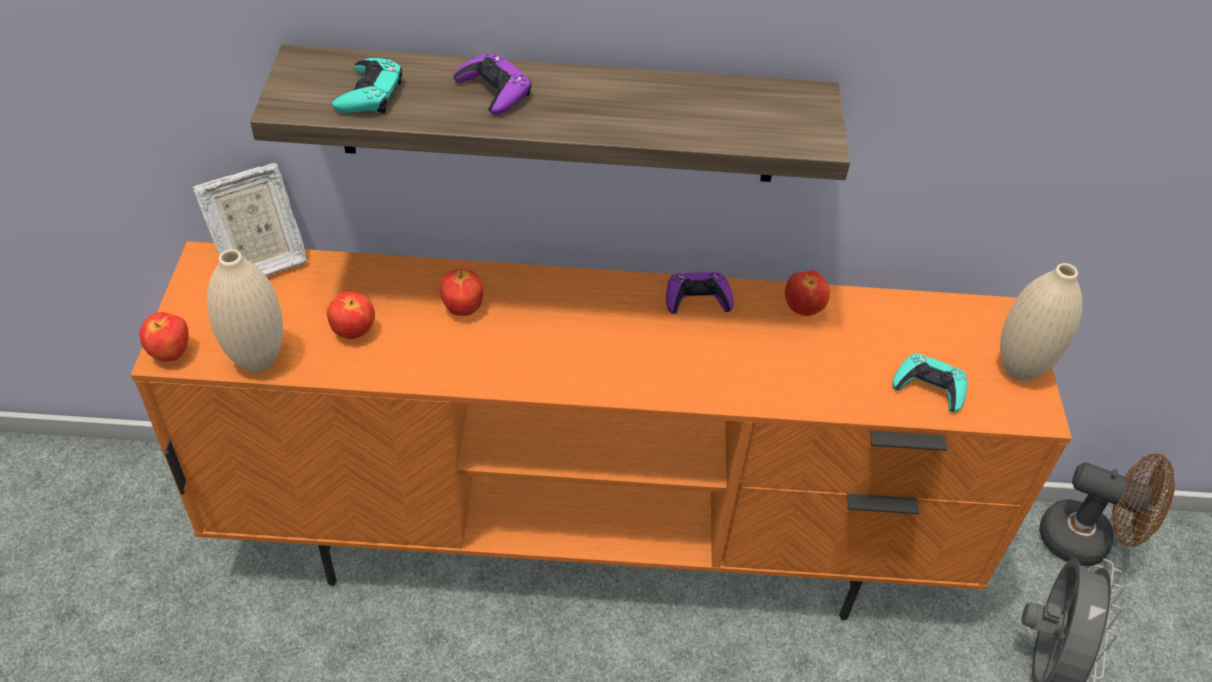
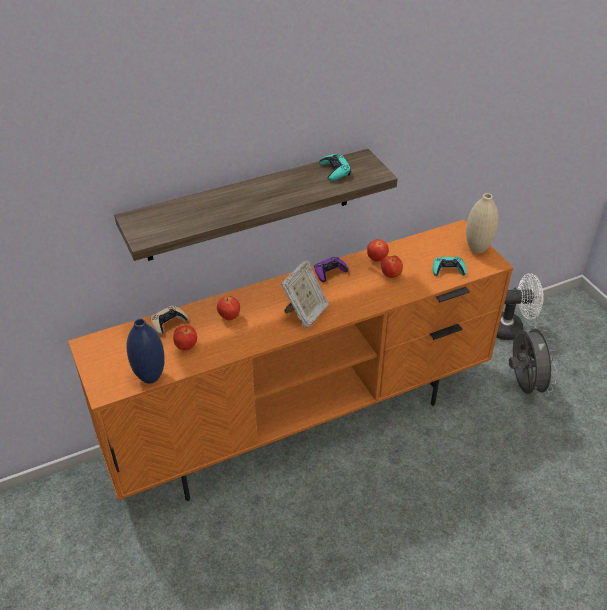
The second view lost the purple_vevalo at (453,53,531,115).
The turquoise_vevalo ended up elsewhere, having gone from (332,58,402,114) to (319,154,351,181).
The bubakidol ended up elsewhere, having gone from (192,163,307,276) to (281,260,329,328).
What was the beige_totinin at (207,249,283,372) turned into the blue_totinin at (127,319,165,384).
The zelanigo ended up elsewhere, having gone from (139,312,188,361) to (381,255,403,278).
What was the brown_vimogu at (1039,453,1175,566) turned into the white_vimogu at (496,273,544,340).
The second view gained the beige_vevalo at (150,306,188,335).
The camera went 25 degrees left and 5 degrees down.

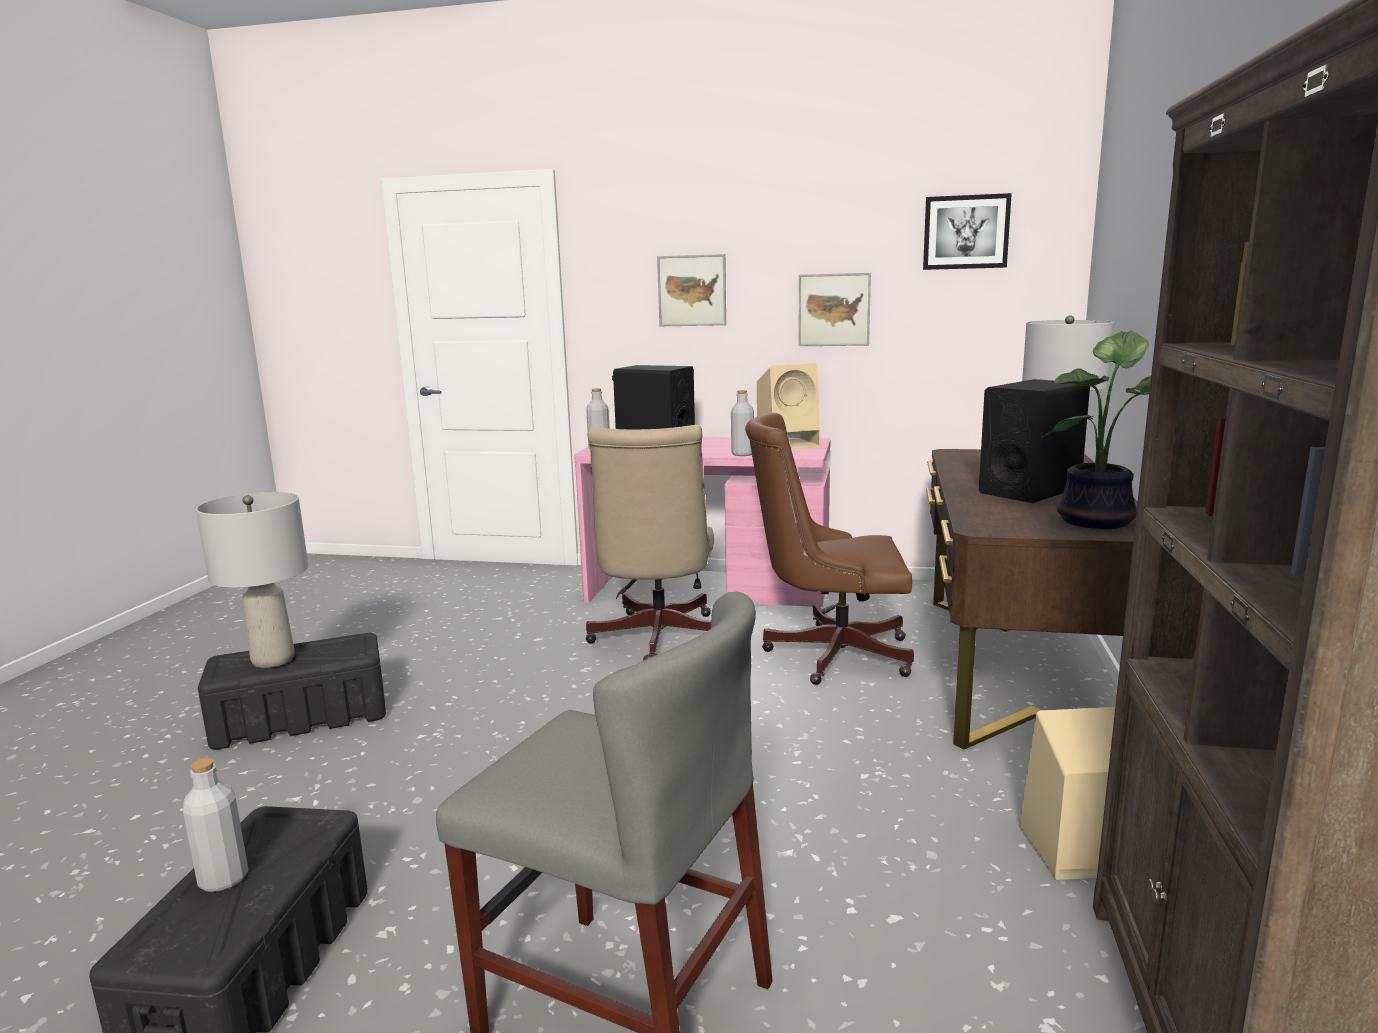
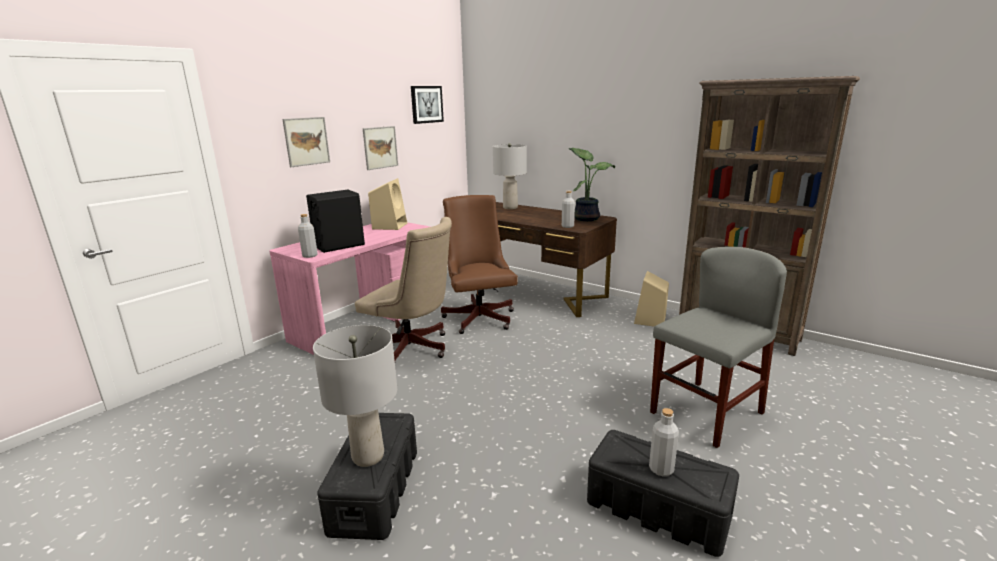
The second view lost the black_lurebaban at (979,379,1090,503).
The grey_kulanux ended up elsewhere, having gone from (731,390,754,456) to (562,191,575,228).
The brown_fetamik at (745,413,914,685) ended up facing another way, 135 degrees clockwise from before.
The camera went 65 degrees left and 5 degrees up.

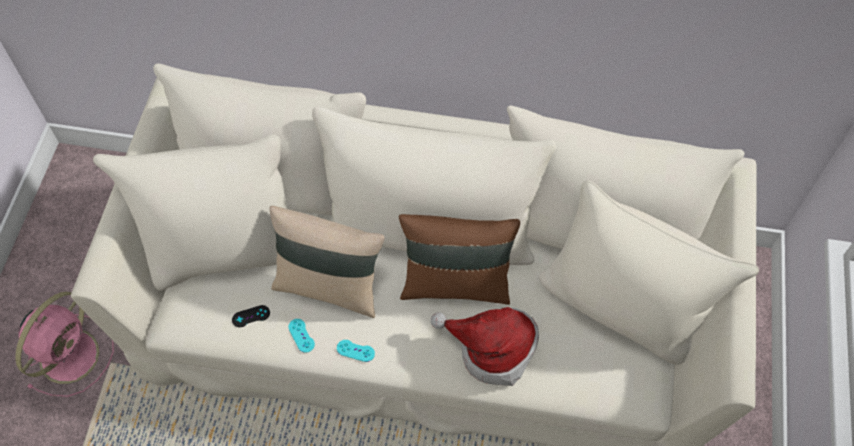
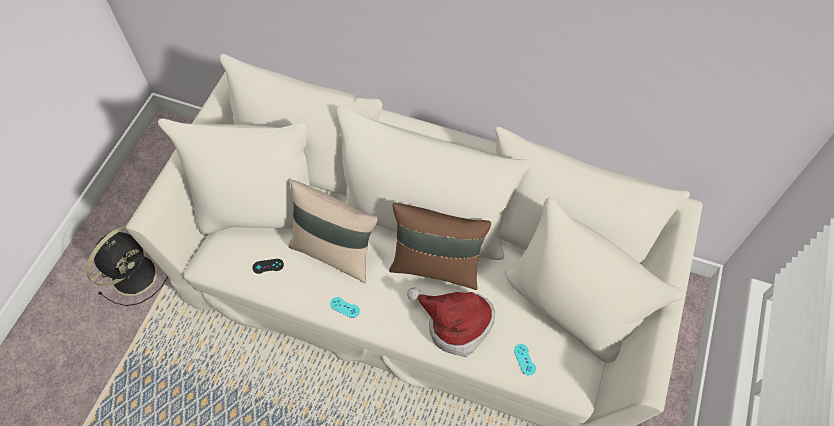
What was the pink_vimogu at (15,292,114,397) turned into the black_vimogu at (86,225,168,306).
The turquoise_vevalo ended up elsewhere, having gone from (288,319,315,353) to (514,344,536,376).
The camera went 10 degrees right and 0 degrees up.

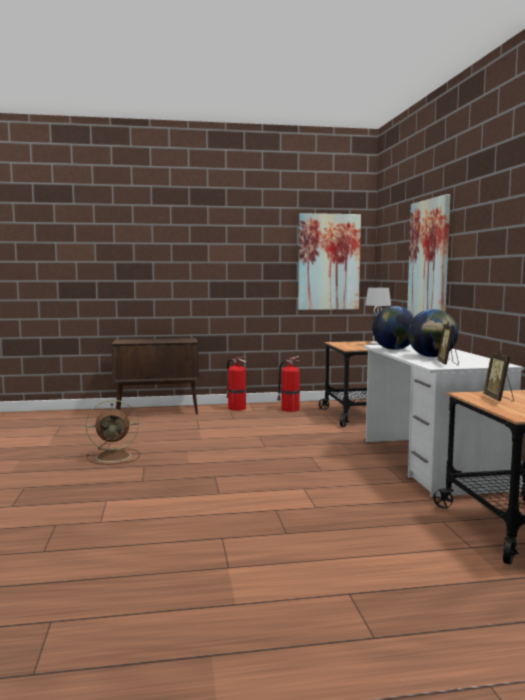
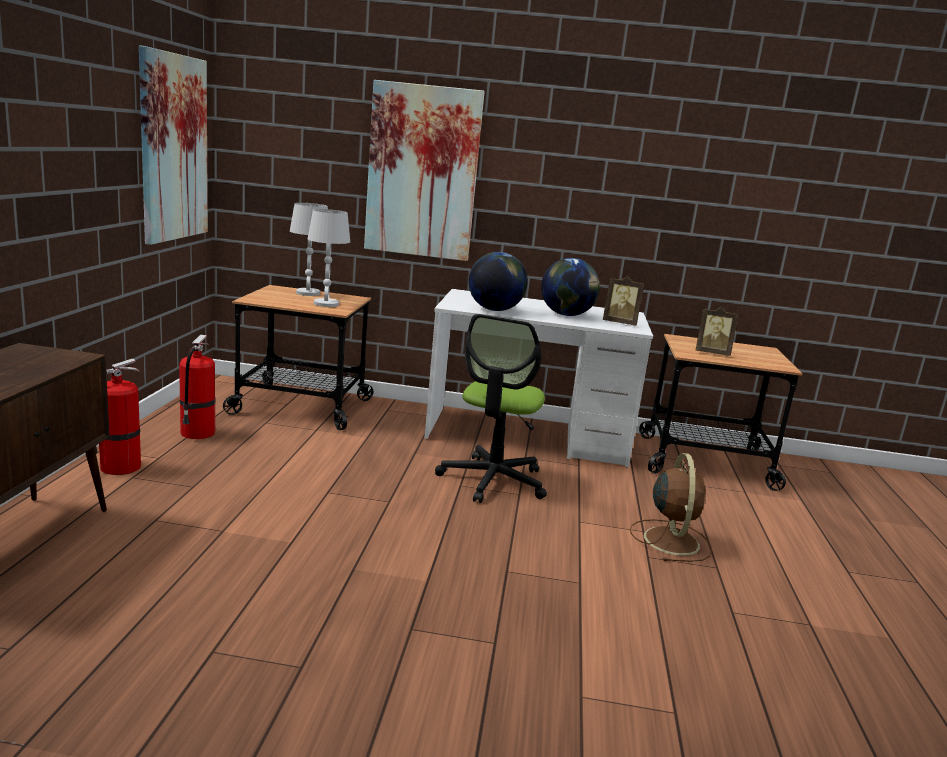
The brown_vimogu ended up elsewhere, having gone from (86,400,140,465) to (630,453,712,562).
The second view gained the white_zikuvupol at (308,209,350,307).
The second view gained the fetamik at (435,314,547,503).
The camera went 75 degrees left and 10 degrees up.

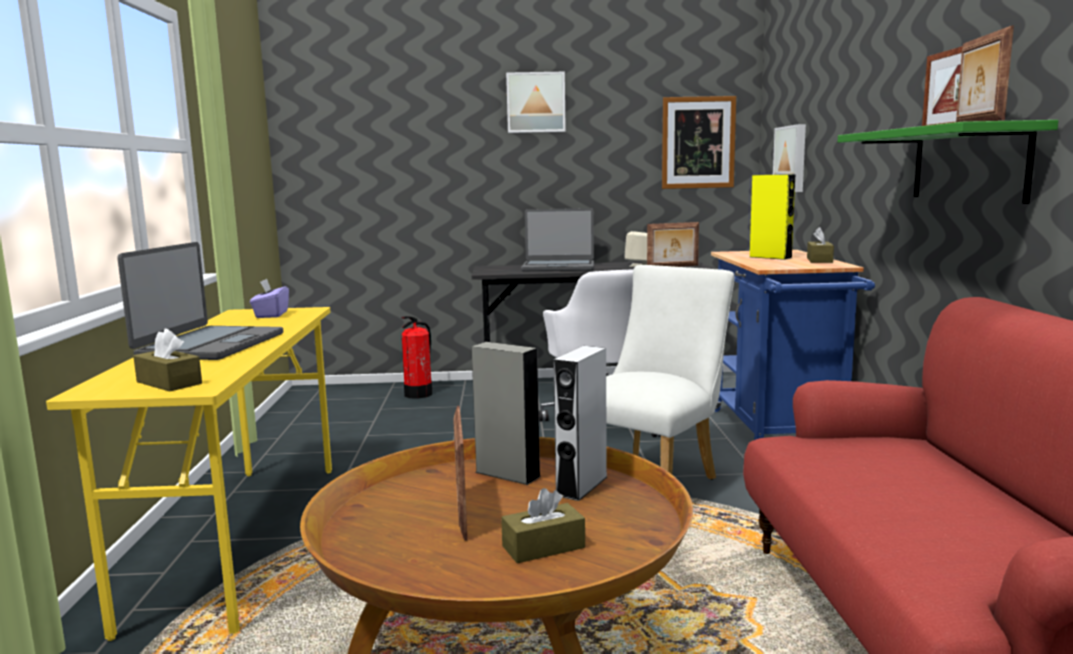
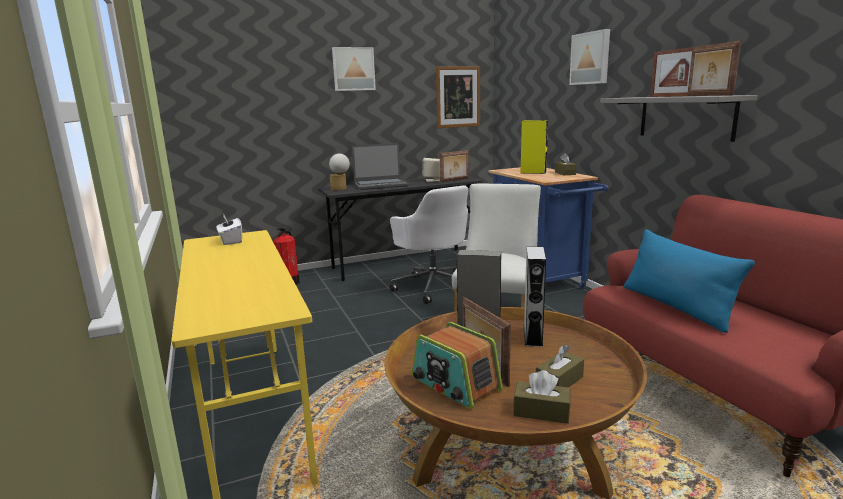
What was the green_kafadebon at (838,120,1058,204) turned into the grey_kafadebon at (600,95,758,142).
The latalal ended up elsewhere, having gone from (773,124,806,192) to (569,29,610,85).
The second view lost the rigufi at (117,242,283,360).
What was the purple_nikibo at (250,279,289,318) turned into the white_nikibo at (216,213,242,245).
The brown_nikibo ended up elsewhere, having gone from (133,329,202,392) to (513,370,571,424).
The second view gained the zikuvupol at (329,154,350,190).
The second view gained the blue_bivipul at (624,229,755,333).
The second view gained the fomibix at (412,322,503,409).
The camera went 20 degrees left and 5 degrees up.

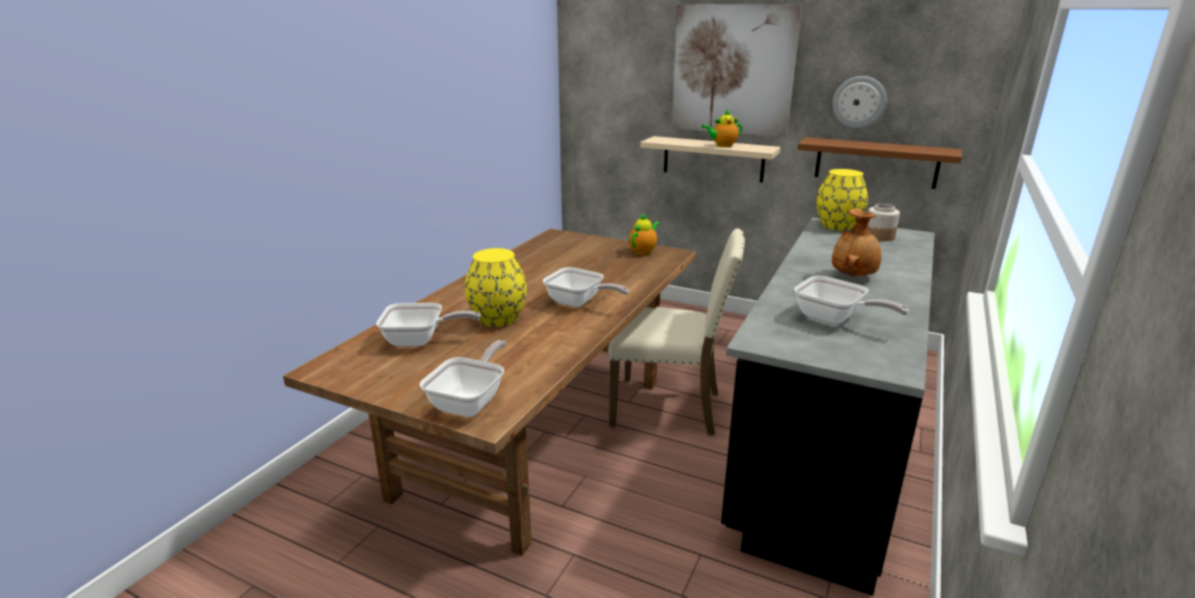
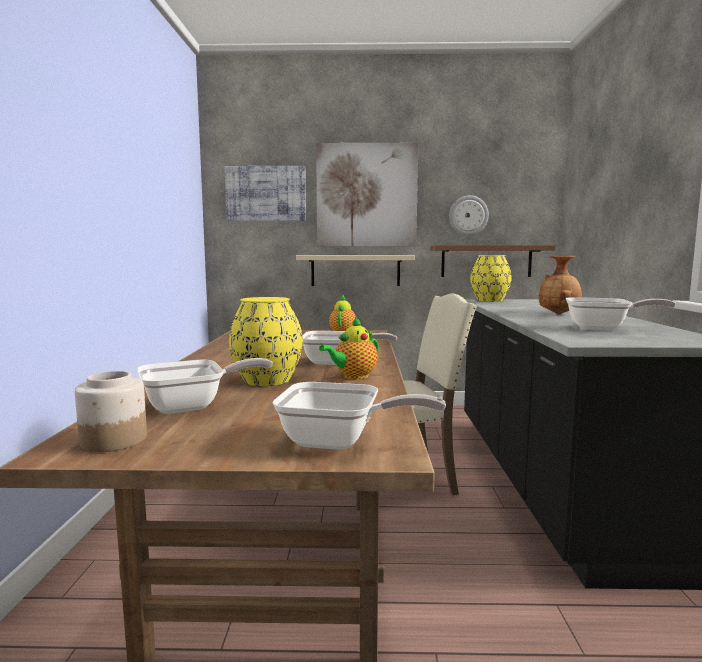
The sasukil ended up elsewhere, having gone from (701,110,742,147) to (319,317,379,379).
The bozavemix ended up elsewhere, having gone from (868,204,900,241) to (75,371,147,452).
The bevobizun at (420,340,506,417) ended up facing another way, 105 degrees clockwise from before.
The second view gained the latalal at (225,166,306,221).
The camera went 25 degrees left and 15 degrees down.

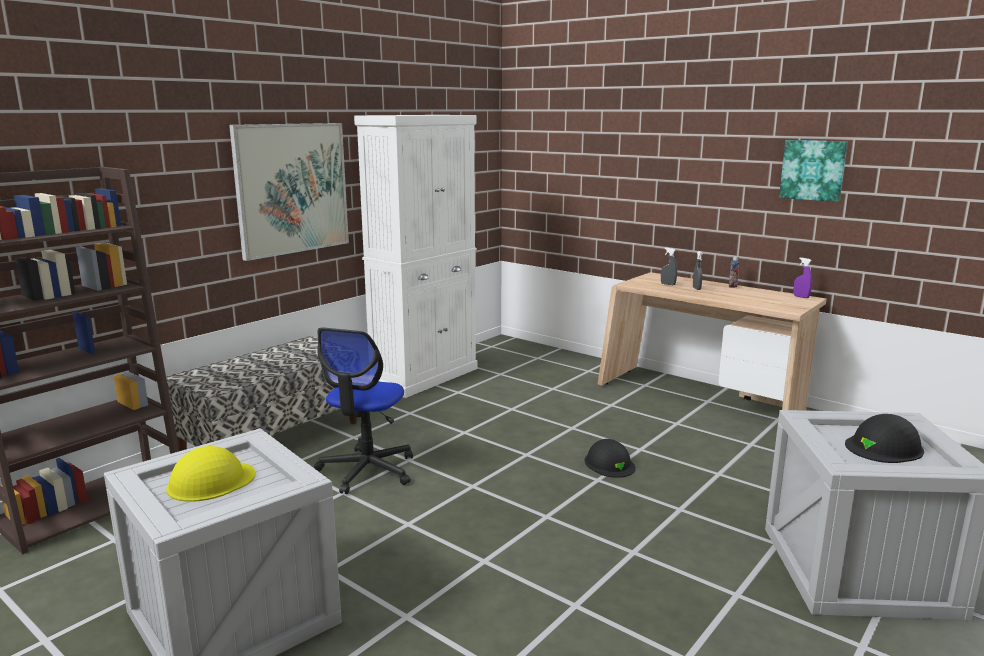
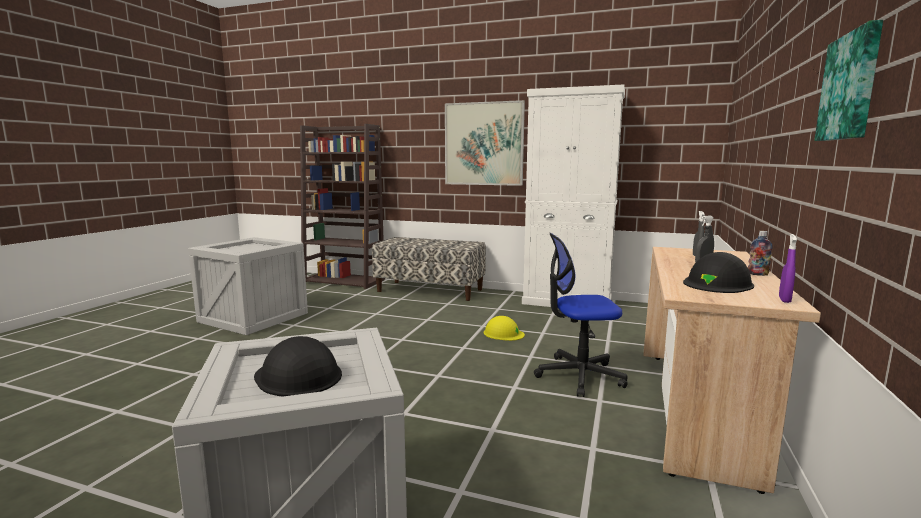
The fetamik ended up elsewhere, having gone from (314,327,413,494) to (534,233,628,397).
The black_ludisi ended up elsewhere, having gone from (585,439,636,478) to (683,252,754,293).
The yellow_ludisi ended up elsewhere, having gone from (166,446,256,502) to (484,316,525,341).
The camera went 70 degrees right and 5 degrees down.

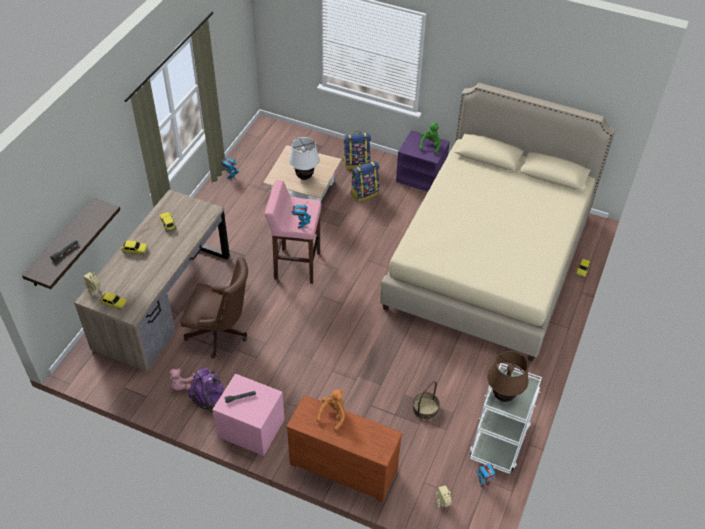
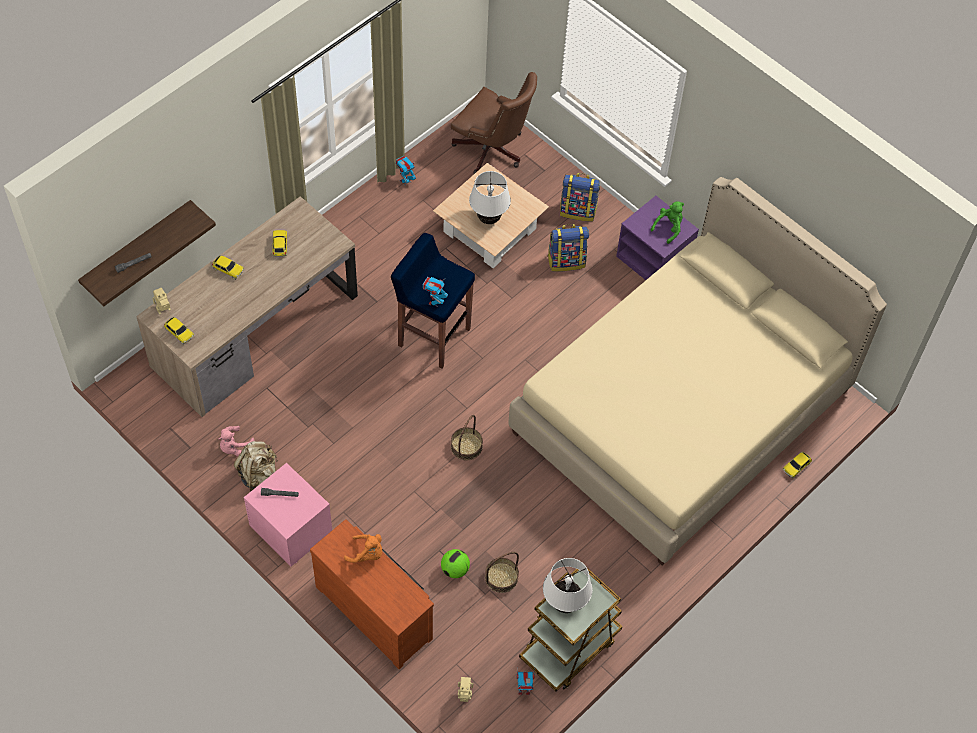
What was the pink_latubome at (265,180,321,284) turned into the blue_latubome at (391,233,475,368).
The brown_fetamik ended up elsewhere, having gone from (180,257,248,358) to (451,72,537,174).
What was the brown_zikuvupol at (487,351,528,402) turned into the white_zikuvupol at (543,558,592,613).
What was the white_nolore at (470,363,542,474) turned into the brown_nolore at (519,568,622,692).
What was the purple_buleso at (188,368,225,412) turned into the beige_buleso at (234,441,277,492).
The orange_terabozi at (316,389,345,431) ended up facing another way, 60 degrees clockwise from before.
The second view gained the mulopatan at (451,415,483,460).
The second view gained the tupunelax at (441,549,470,578).
The camera went 20 degrees right and 10 degrees up.

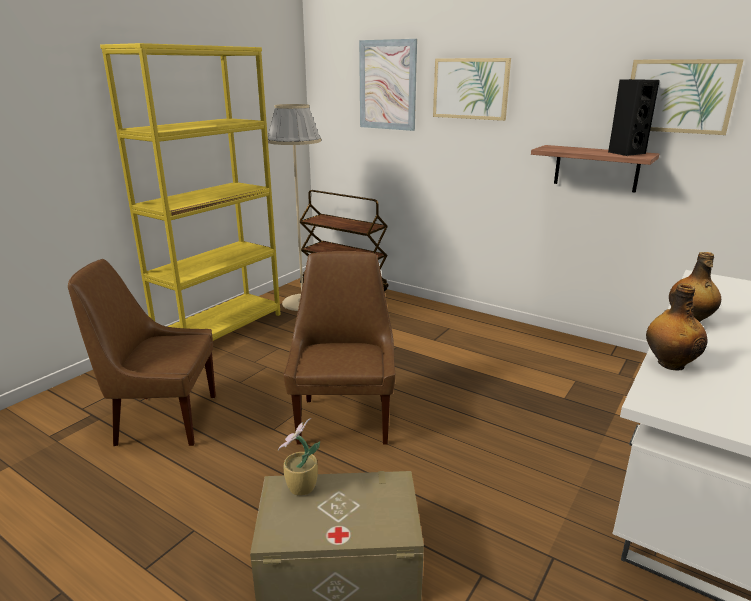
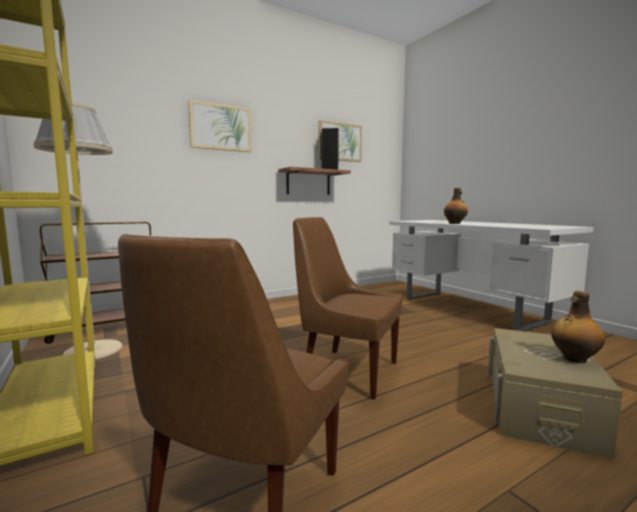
The second view lost the latalal at (359,39,417,131).
The kulanux ended up elsewhere, having gone from (646,284,707,371) to (551,291,605,363).
The second view lost the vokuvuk at (278,418,320,496).
The camera went 65 degrees left and 15 degrees down.

